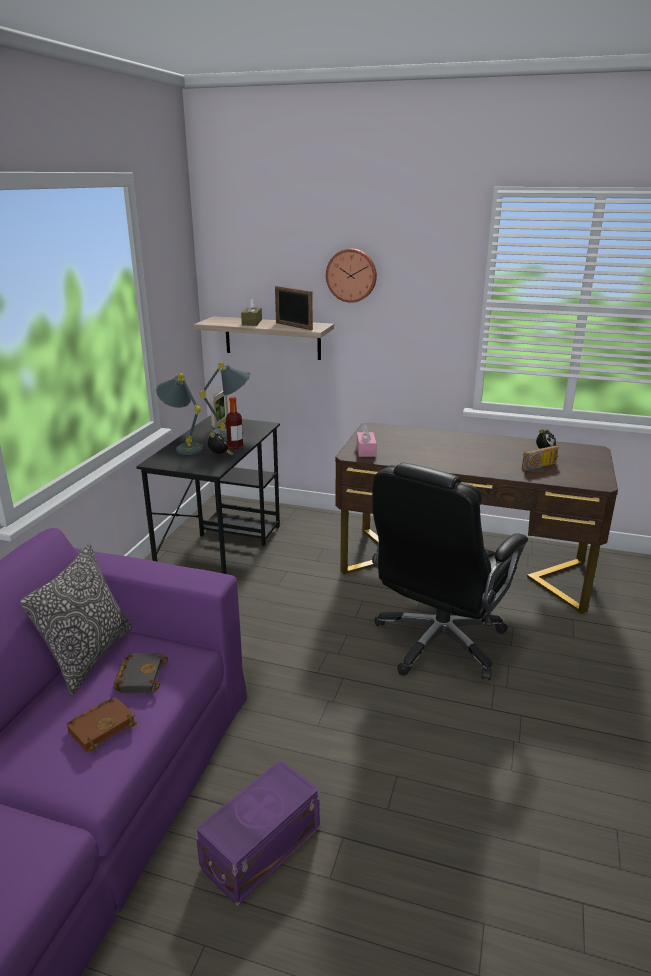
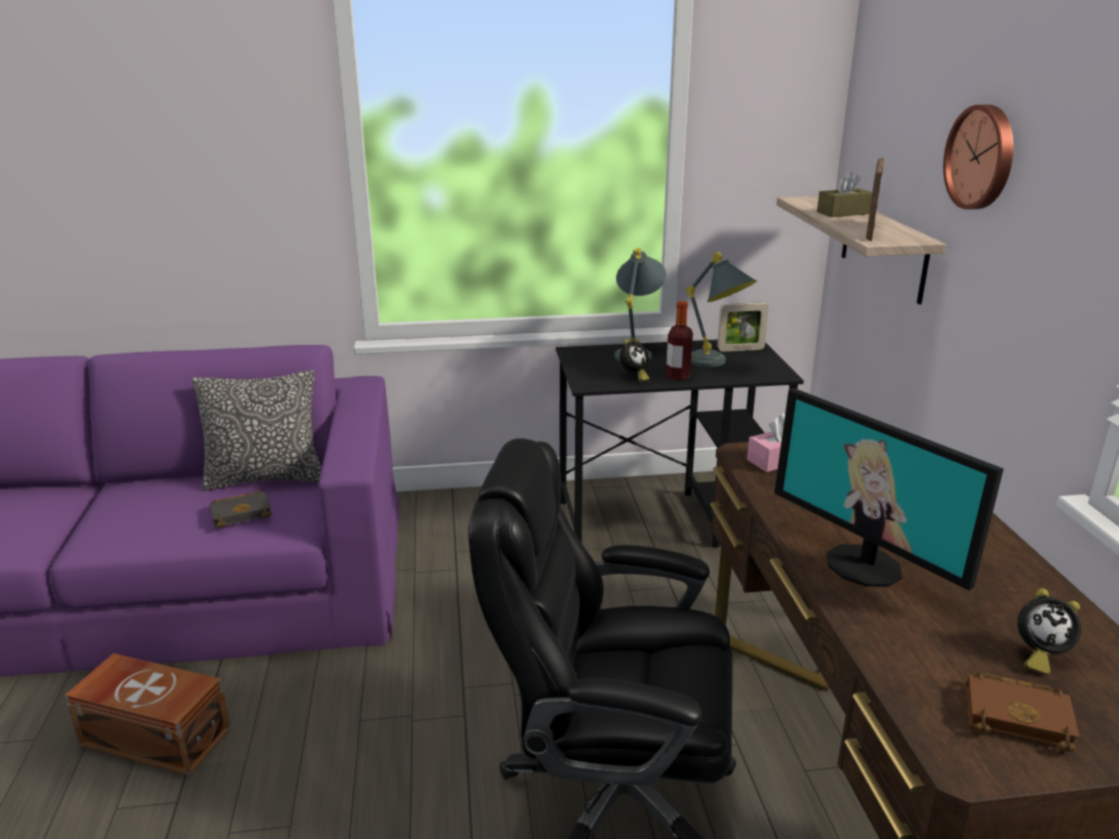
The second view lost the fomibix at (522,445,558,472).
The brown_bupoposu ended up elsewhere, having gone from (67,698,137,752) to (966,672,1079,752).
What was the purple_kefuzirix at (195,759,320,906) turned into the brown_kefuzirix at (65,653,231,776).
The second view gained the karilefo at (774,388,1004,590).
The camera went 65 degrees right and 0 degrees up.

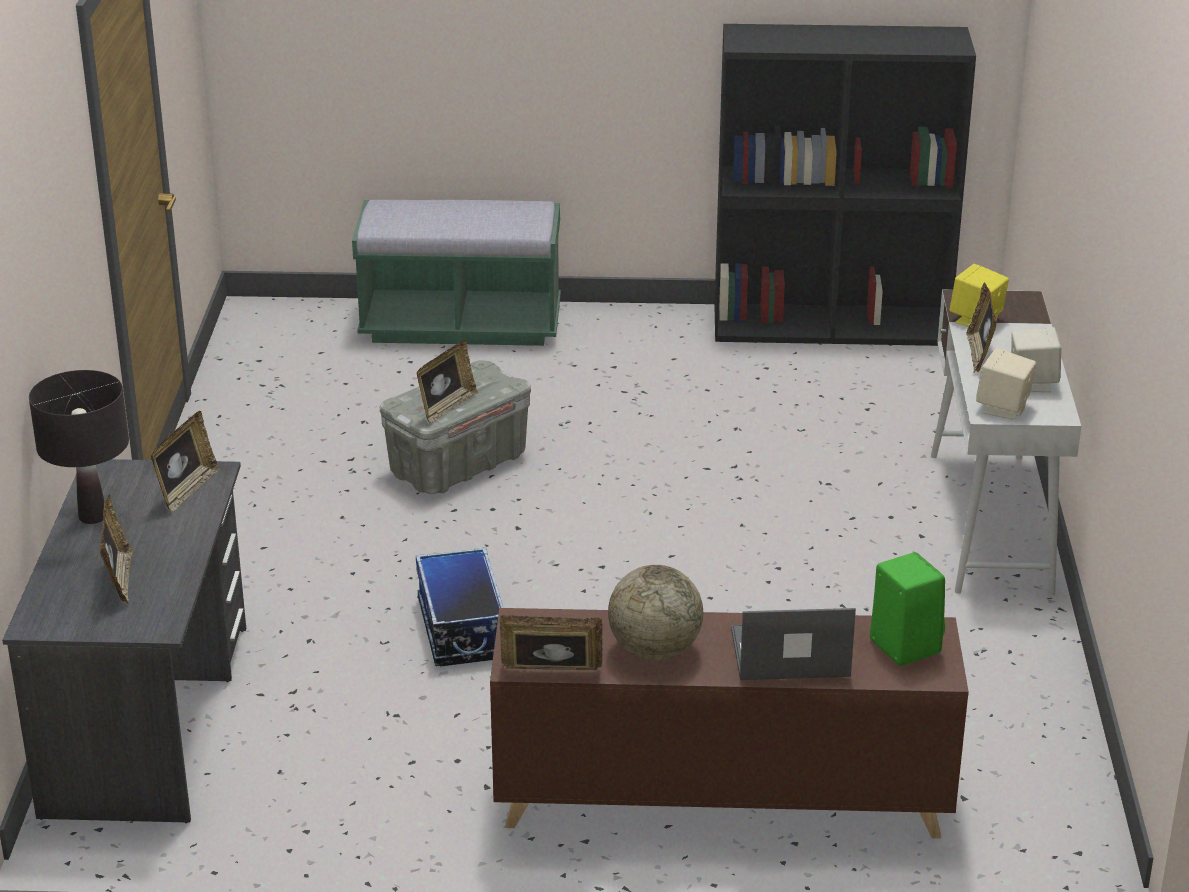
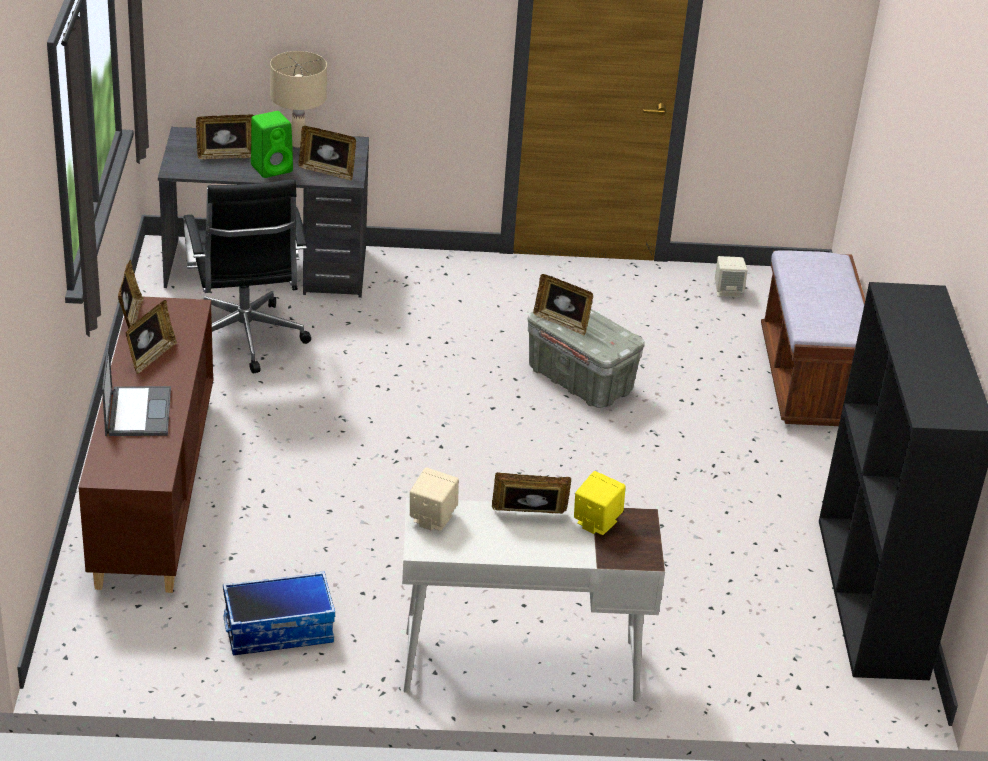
What was the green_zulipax at (352,200,561,346) turned into the brown_zulipax at (761,250,865,426).
The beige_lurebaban ended up elsewhere, having gone from (1011,327,1061,392) to (715,256,748,298).
What was the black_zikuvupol at (29,370,129,524) turned into the beige_zikuvupol at (270,51,327,148).
The kefuzirix ended up elsewhere, having gone from (416,547,504,666) to (223,571,335,655).
The green_lurebaban ended up elsewhere, having gone from (870,552,945,666) to (251,111,293,178).
Where the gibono stood at (608,565,703,661), the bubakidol came to stand at (125,300,177,374).
The second view gained the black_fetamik at (183,179,311,373).
The camera went 85 degrees right and 5 degrees up.

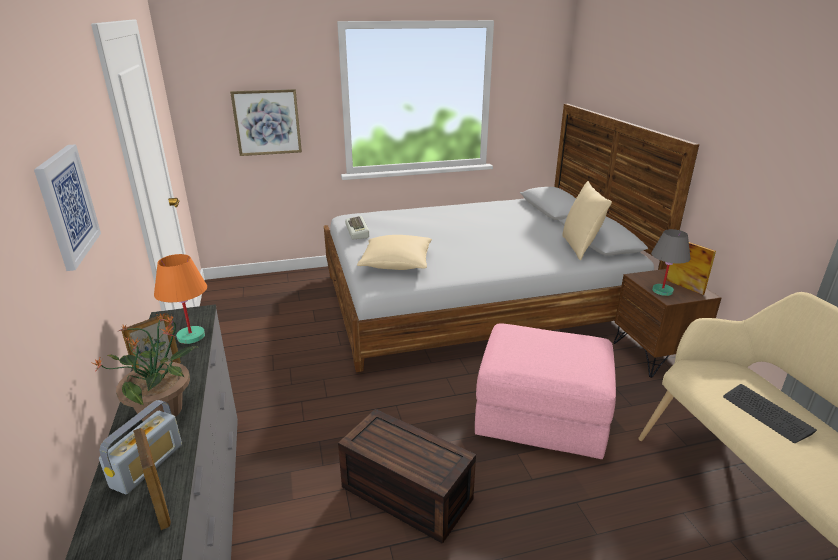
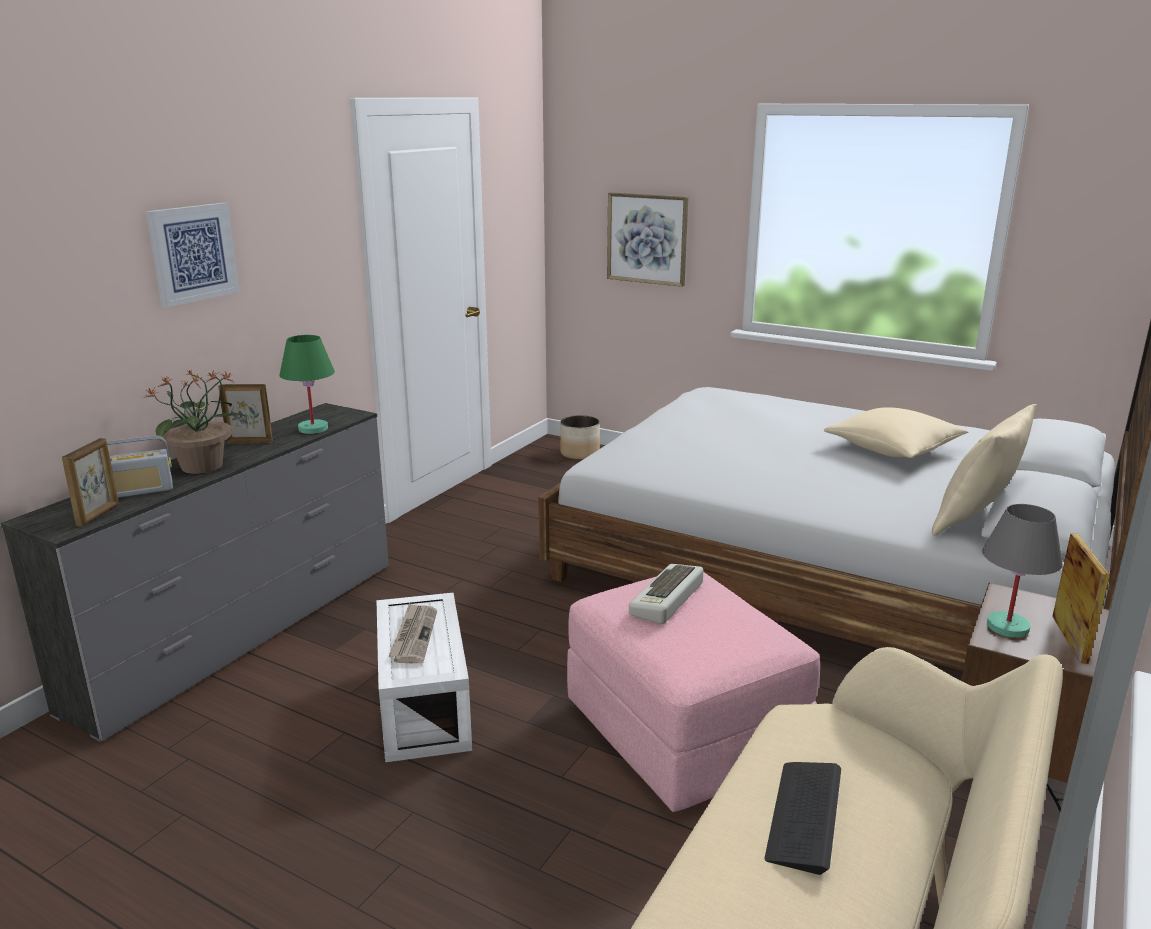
The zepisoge ended up elsewhere, having gone from (345,216,369,239) to (629,564,703,624).
The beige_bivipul ended up elsewhere, having gone from (357,235,432,270) to (824,407,968,458).
What was the orange_zikuvupol at (154,254,207,344) turned into the green_zikuvupol at (279,335,335,434).
What was the brown_kefuzirix at (338,409,476,544) turned into the white_kefuzirix at (377,593,472,763).
The second view gained the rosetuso at (560,415,600,460).
The second view gained the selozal at (388,603,437,663).
The camera went 45 degrees right and 5 degrees down.

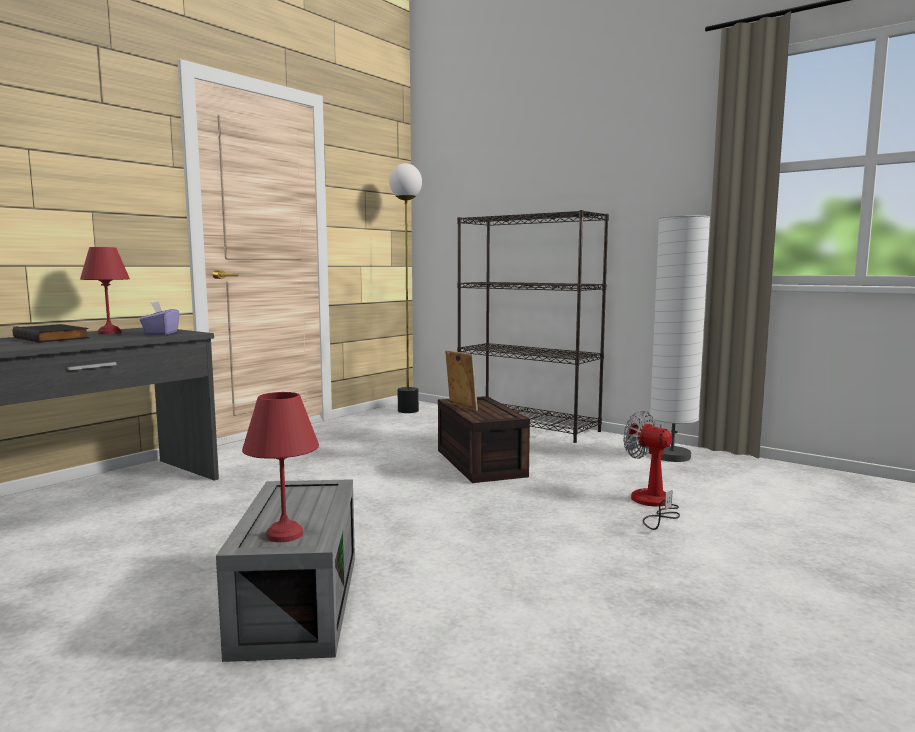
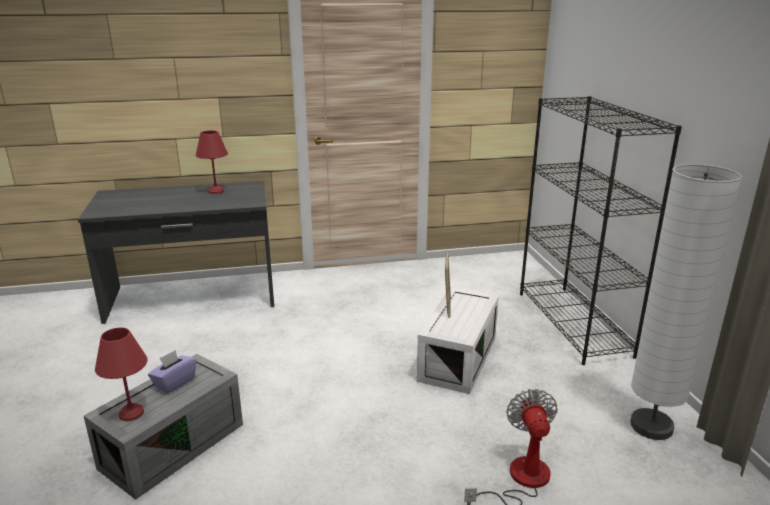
The second view lost the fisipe at (389,163,422,413).
The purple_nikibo ended up elsewhere, having gone from (140,301,179,335) to (148,350,196,393).
The second view lost the black_bupoposu at (12,324,90,343).
What was the brown_kefuzirix at (438,396,530,483) turned into the white_kefuzirix at (417,287,499,394).
The camera went 40 degrees right and 15 degrees up.

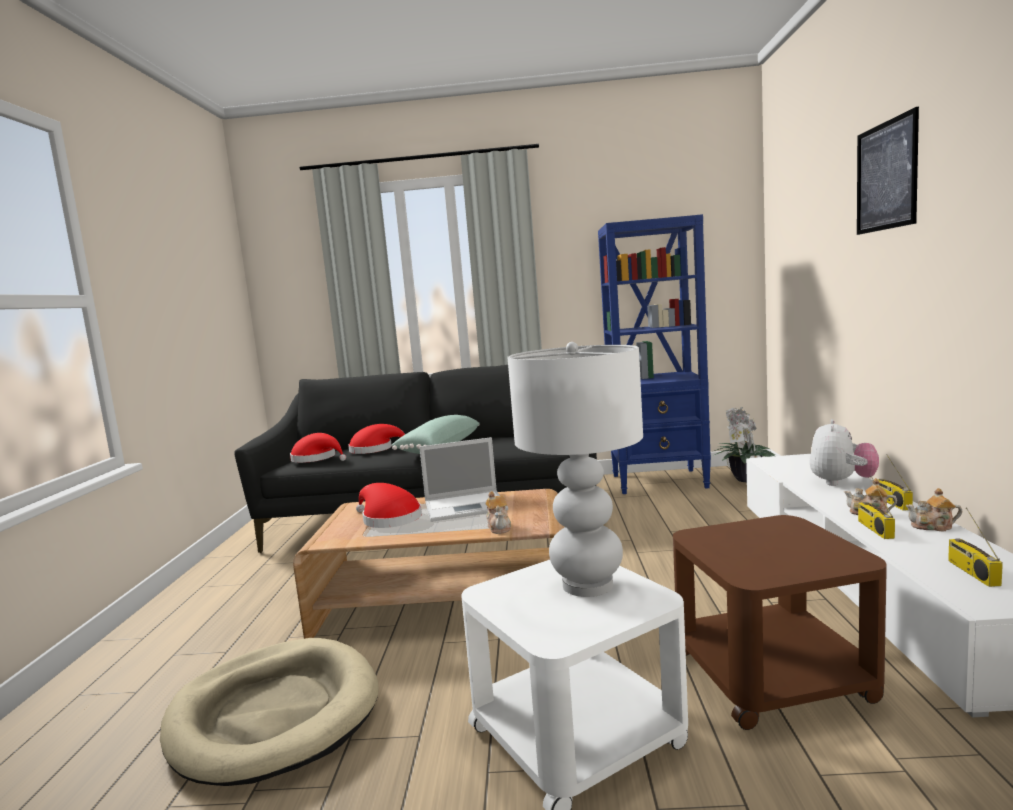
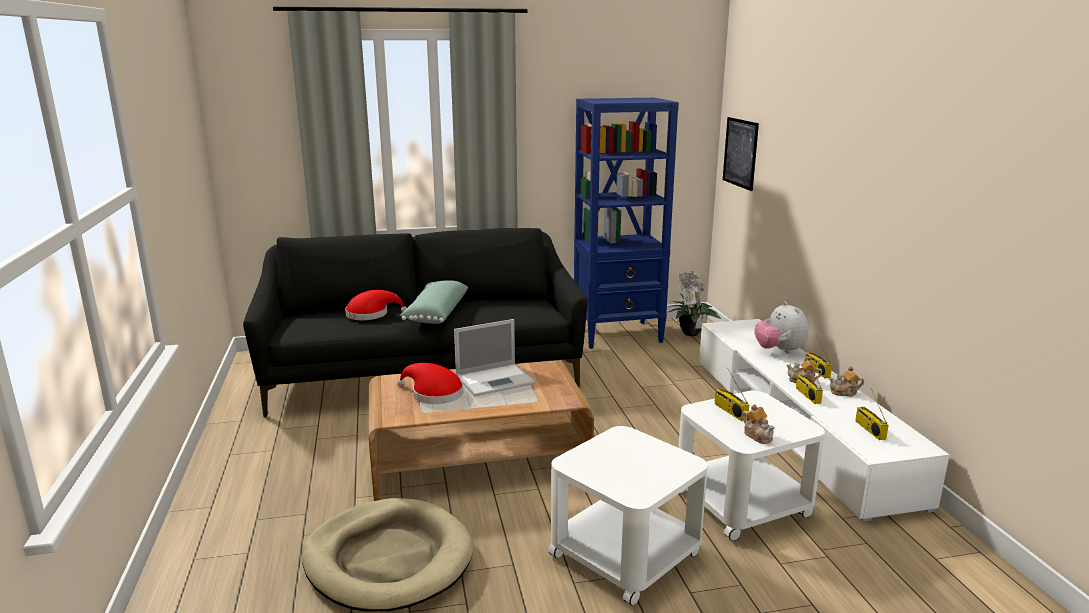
The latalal ended up elsewhere, having gone from (857,107,919,235) to (723,117,759,191).
The second view lost the white_zikuvupol at (508,342,643,597).
The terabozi at (809,419,879,486) ended up facing another way, 150 degrees clockwise from before.
The second view lost the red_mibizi at (290,433,346,463).
The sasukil ended up elsewhere, having gone from (485,491,511,534) to (742,404,775,444).
What was the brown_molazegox at (673,515,887,730) turned into the white_molazegox at (678,391,825,541).
The second view gained the fomibix at (715,369,749,421).
The camera went 15 degrees left and 10 degrees up.

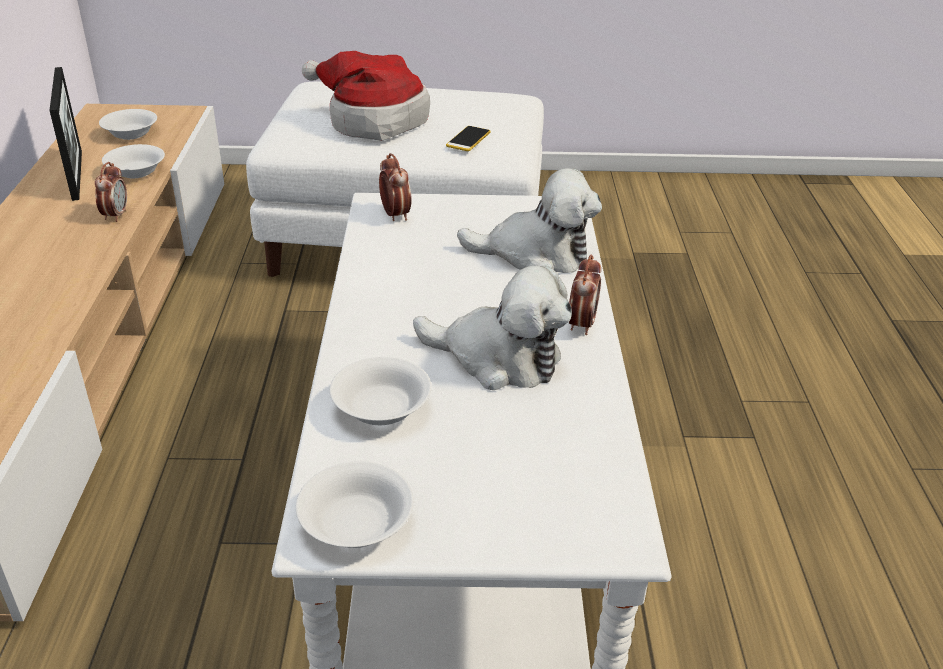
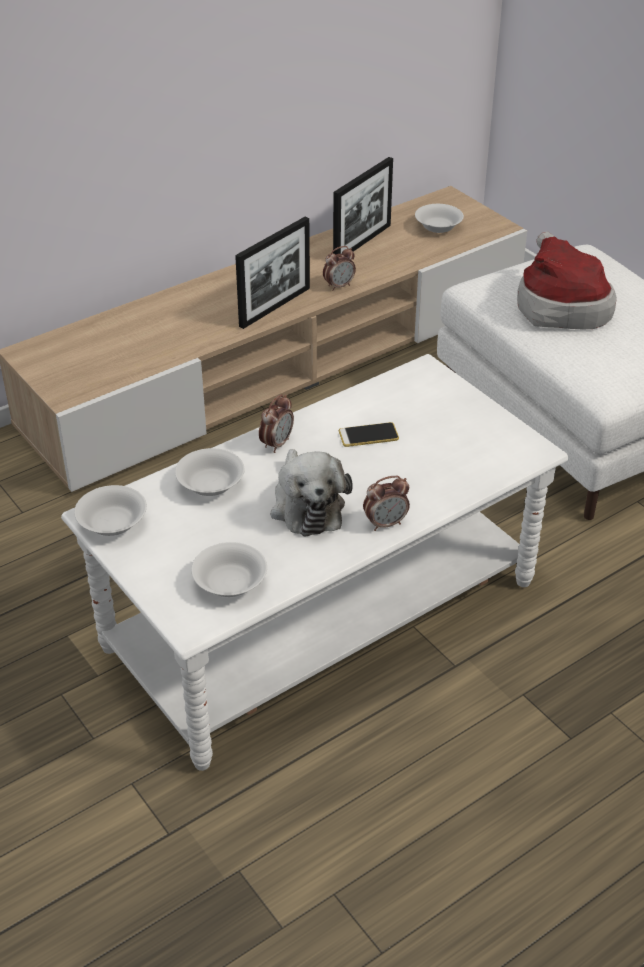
The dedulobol ended up elsewhere, having gone from (446,126,491,151) to (339,422,399,447).
The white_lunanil ended up elsewhere, having gone from (102,144,165,178) to (191,542,267,597).
The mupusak ended up elsewhere, having gone from (379,153,412,221) to (259,394,294,453).
The second view lost the terabozi at (457,168,602,273).
The second view gained the bubakidol at (235,217,310,329).
The camera went 55 degrees right and 5 degrees up.

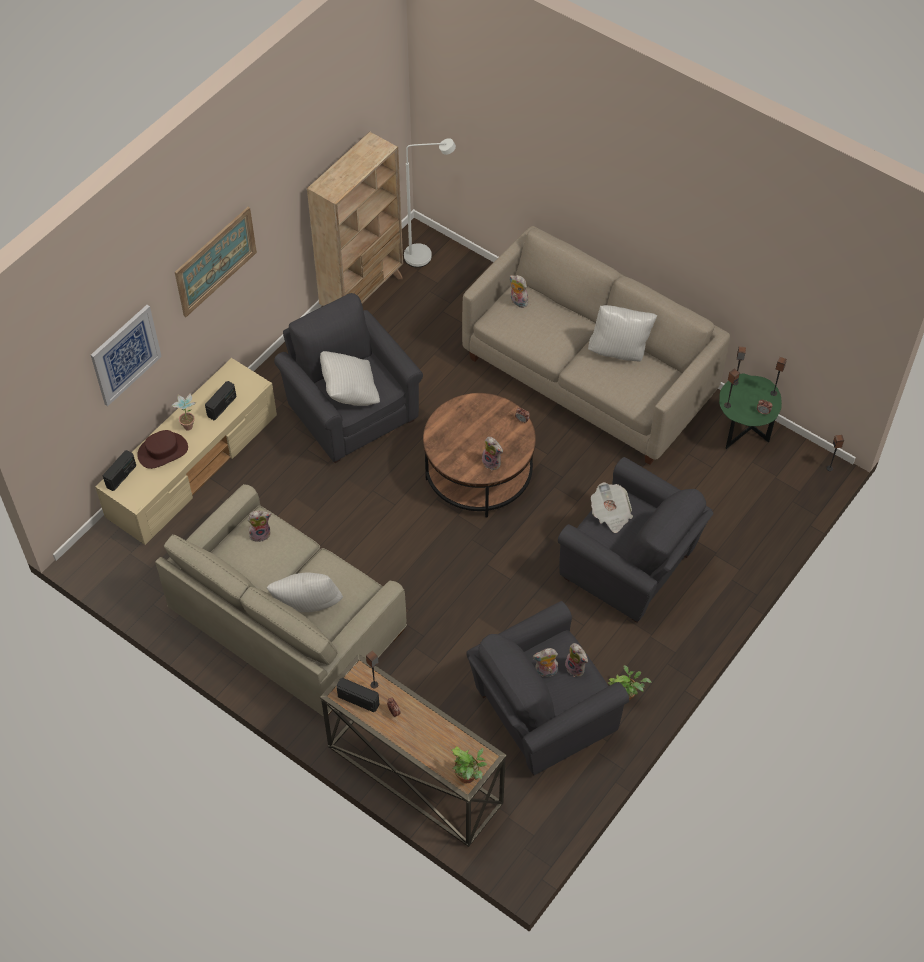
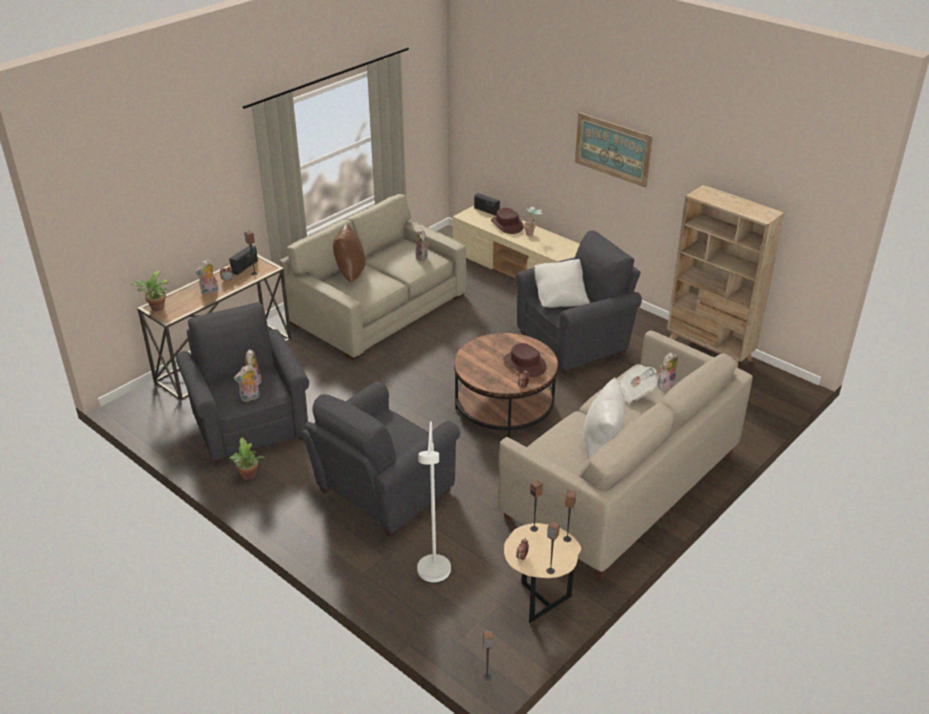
The white_fisipe ended up elsewhere, having gone from (404,138,456,267) to (417,421,451,583).
The second view lost the latalal at (91,305,162,406).
What was the green_molazegox at (719,373,782,449) turned into the beige_molazegox at (504,523,581,623).
The second view lost the fomibix at (205,381,237,420).
The terabozi ended up elsewhere, having gone from (482,437,503,470) to (195,259,218,295).
The selozal ended up elsewhere, having gone from (591,482,633,533) to (619,365,657,403).
What was the white_bivipul at (267,572,343,612) turned into the brown_bivipul at (333,224,366,283).
The second view gained the brown_mibizi at (503,343,547,377).
The camera went 95 degrees right and 20 degrees down.

